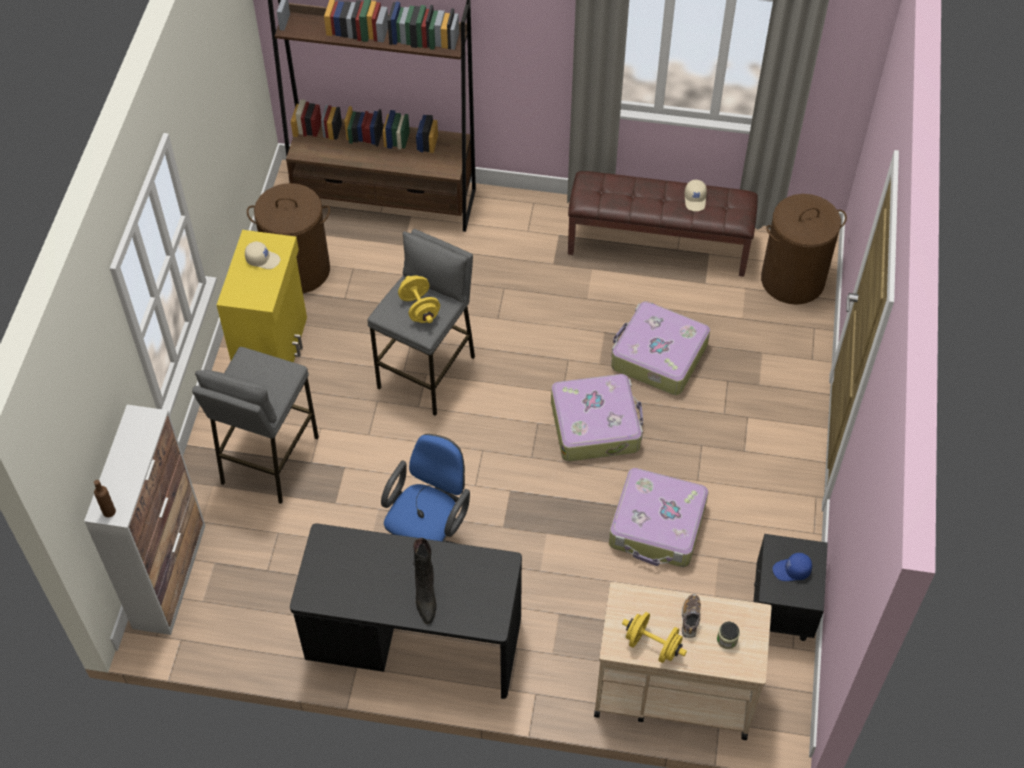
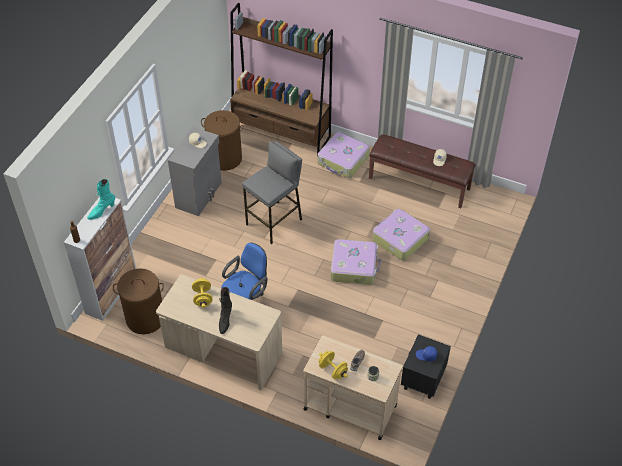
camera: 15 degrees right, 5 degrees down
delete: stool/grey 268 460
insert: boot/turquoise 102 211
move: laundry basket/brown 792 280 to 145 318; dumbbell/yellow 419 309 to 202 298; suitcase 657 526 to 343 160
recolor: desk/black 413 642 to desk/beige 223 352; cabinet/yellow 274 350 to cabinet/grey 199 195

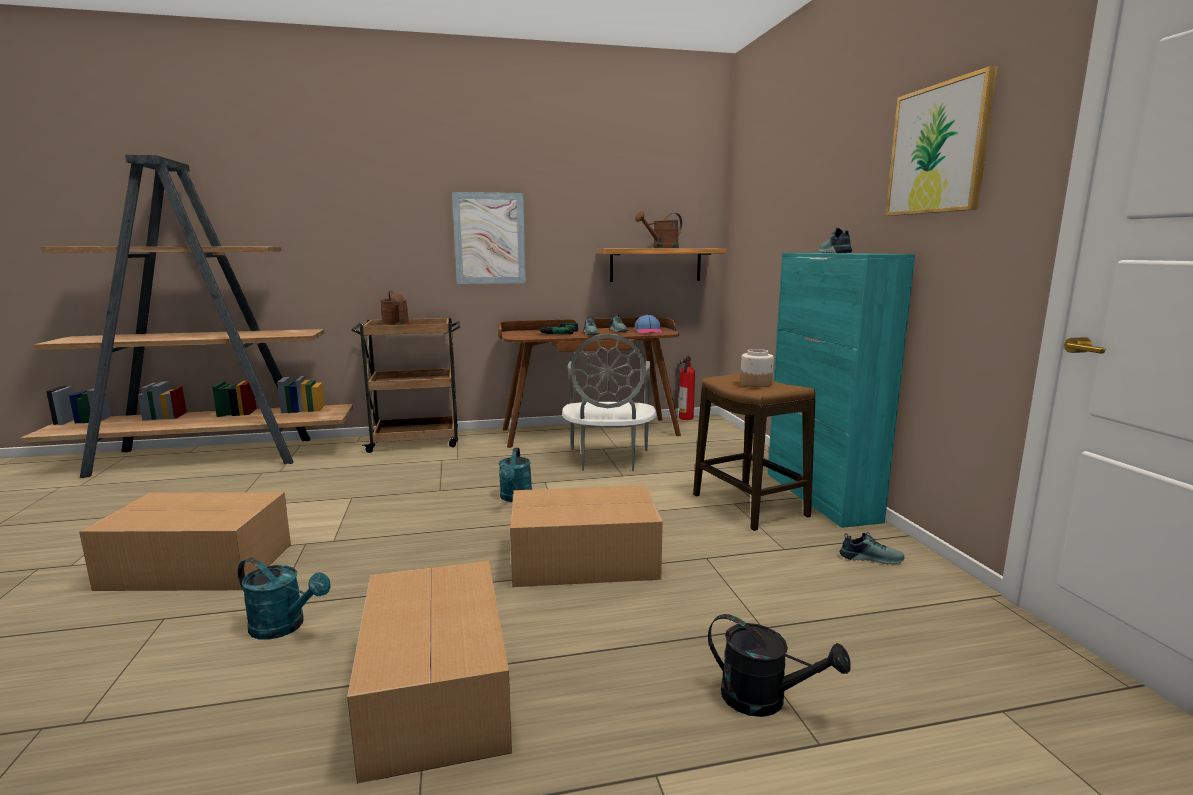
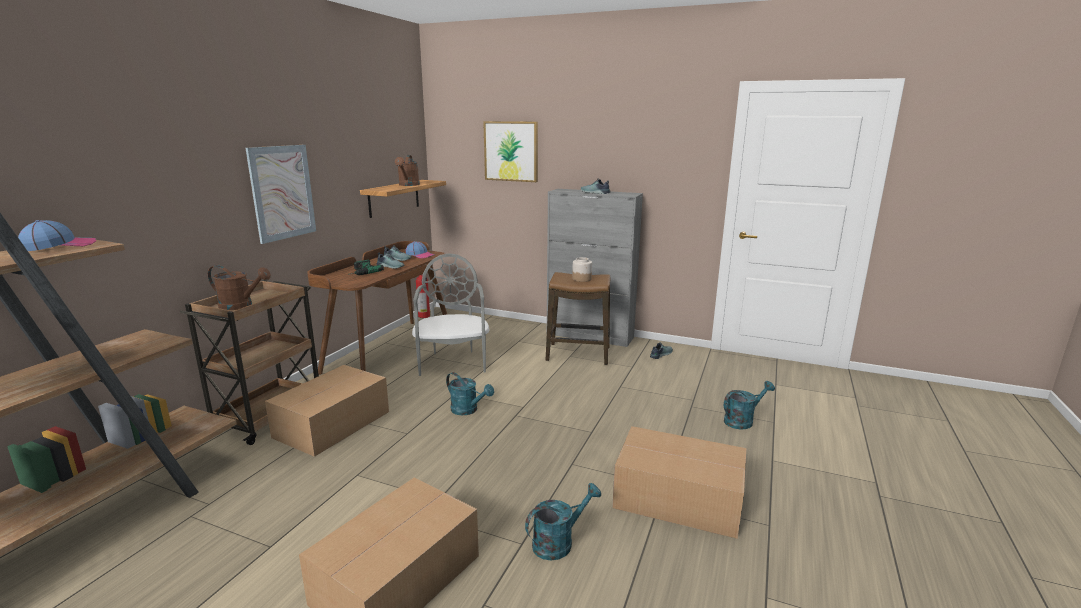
camera: 55 degrees left, 5 degrees up
insert: cap 60 245
move: cardboard box 581 559 to 330 425; picture 938 149 to 511 151
recolor: cabinet/turquoise 820 496 to cabinet/grey 590 336; watering can/black 765 699 to watering can/turquoise 742 420
rotate: chair/grey 608 460 = 453 362 135 degrees counterclockwise

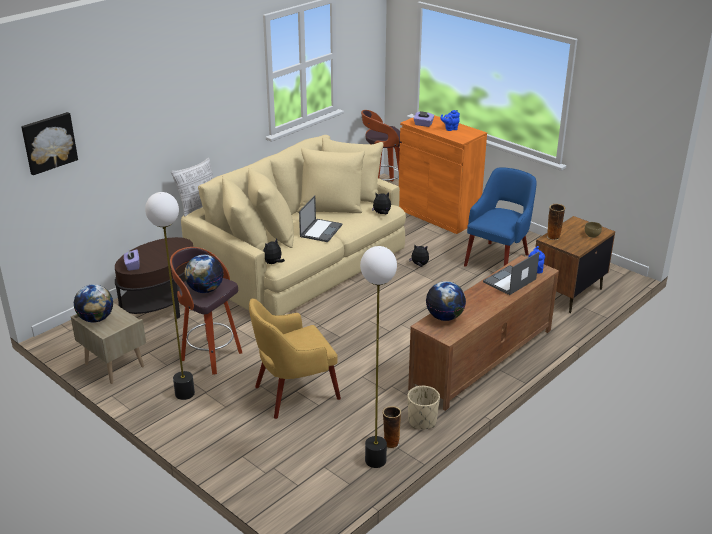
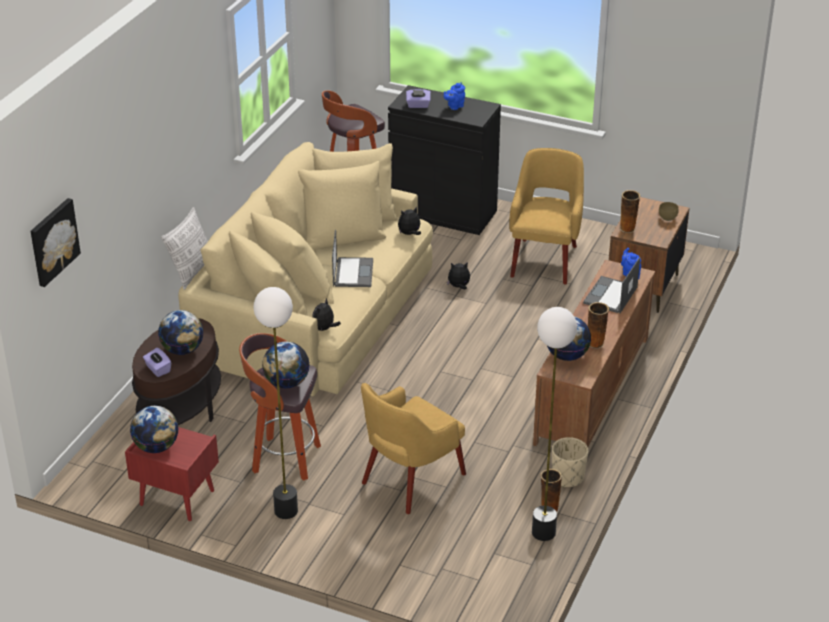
camera: 20 degrees left, 5 degrees up
insert: globe 182 350; vase 596 344
recolor: nightstand/beige 113 365 to nightstand/red 176 498; cabinet/orange 438 215 to cabinet/black 443 212; armchair/blue 498 259 to armchair/yellow 545 259

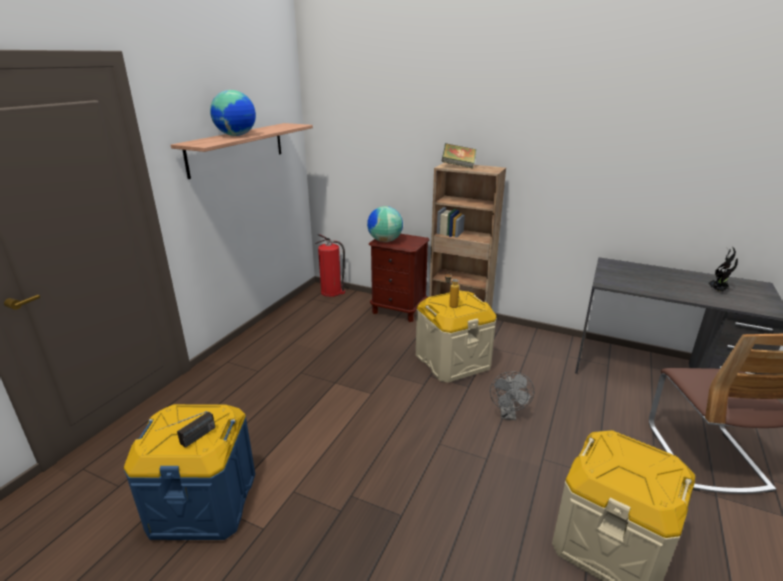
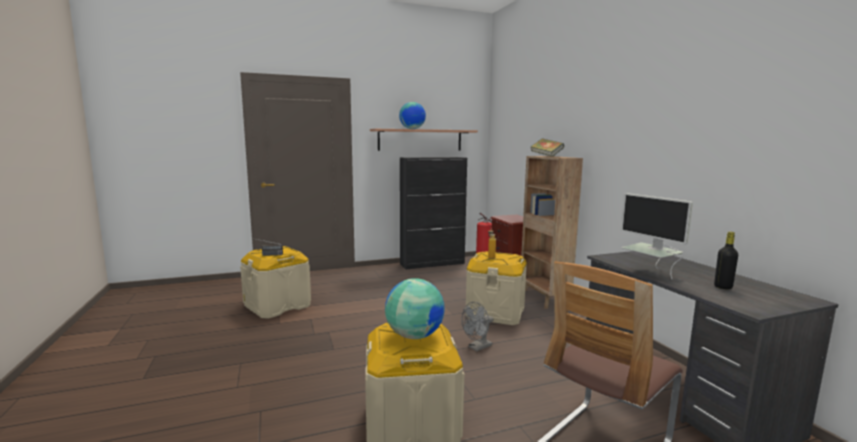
camera: 45 degrees right, 15 degrees down
insert: cabinet/black 432 263; monitor 650 273
move: globe 384 241 to 414 335
replace: potted plant 718 291 to bottle/black 723 287
recolor: storage box/blue 203 502 to storage box/beige 277 306

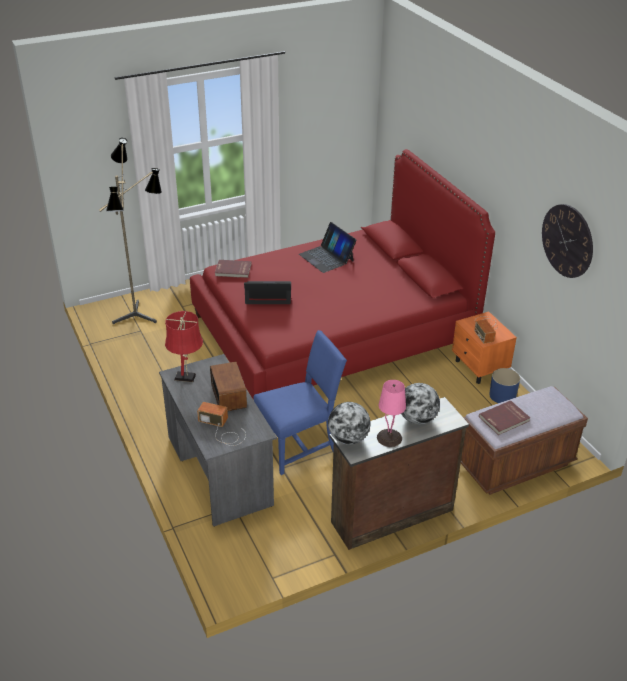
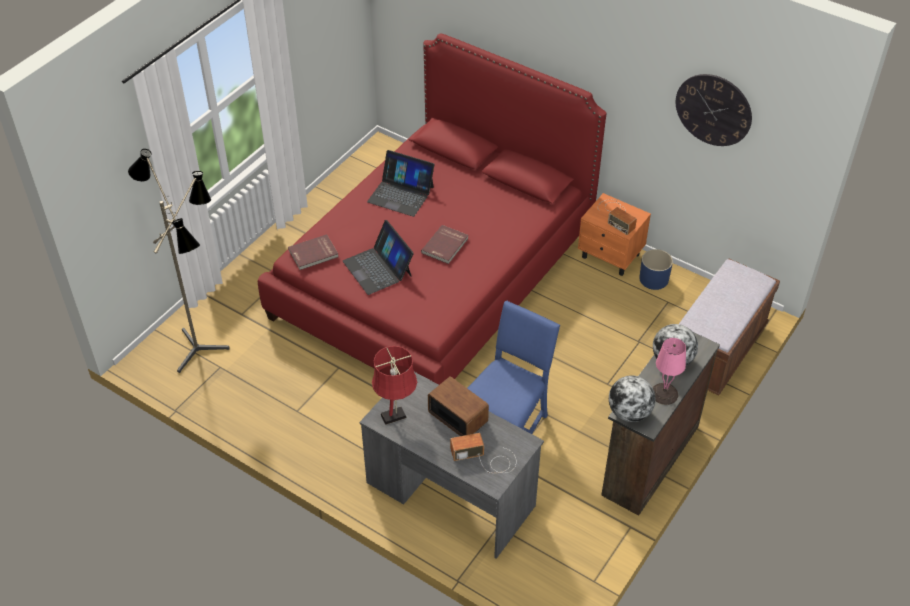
camera: 30 degrees left, 10 degrees up
move: book/red 504 419 to 445 246
rotate: laptop 268 293 = 378 268 90 degrees counterclockwise

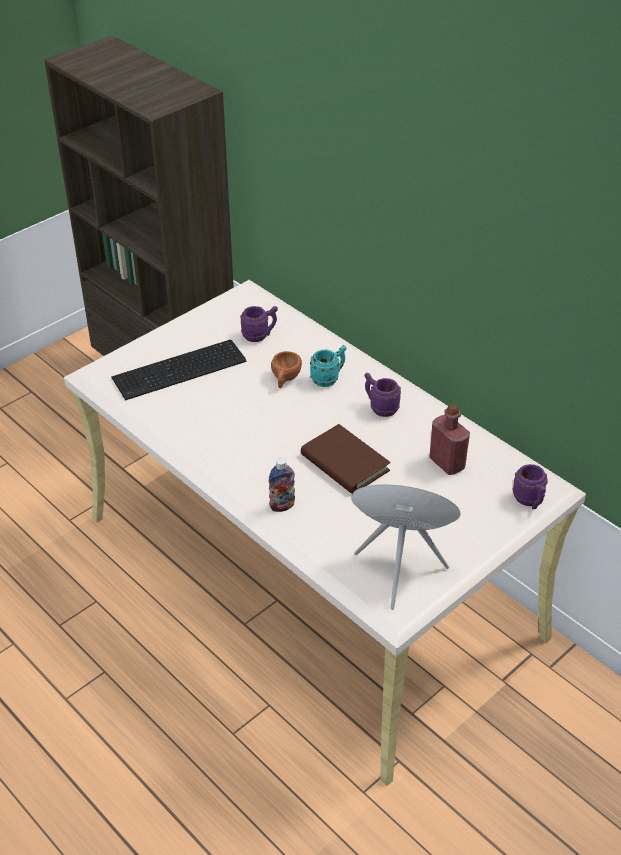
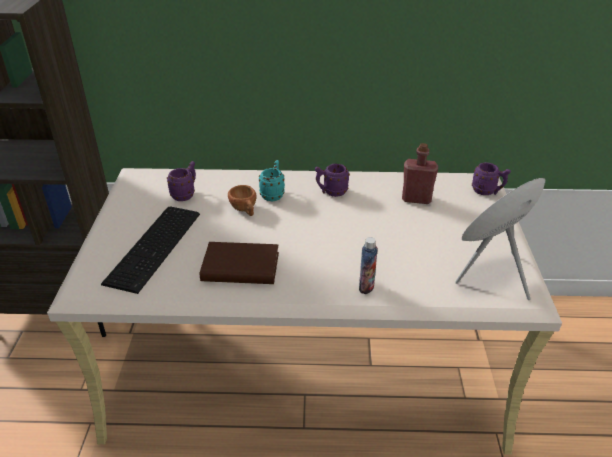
camera: 45 degrees left, 5 degrees down
move: book/brown 344 463 to 240 267

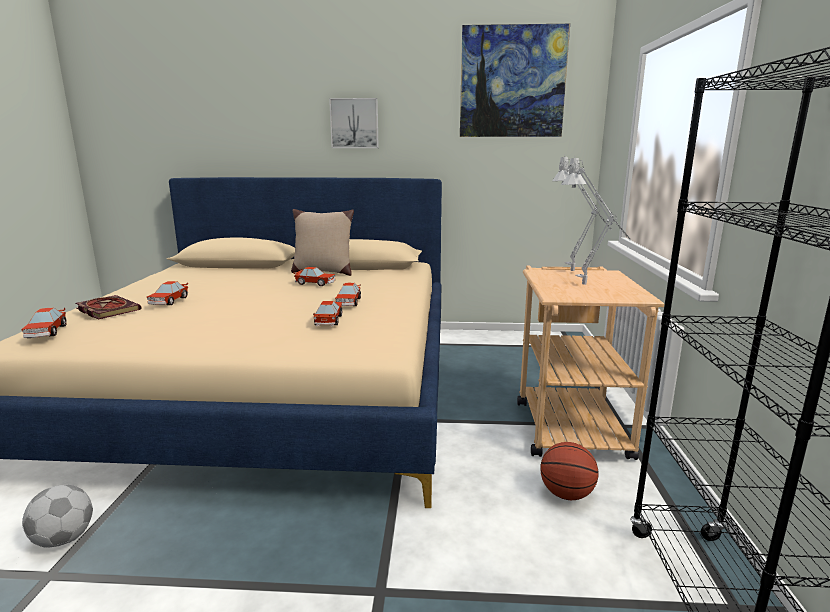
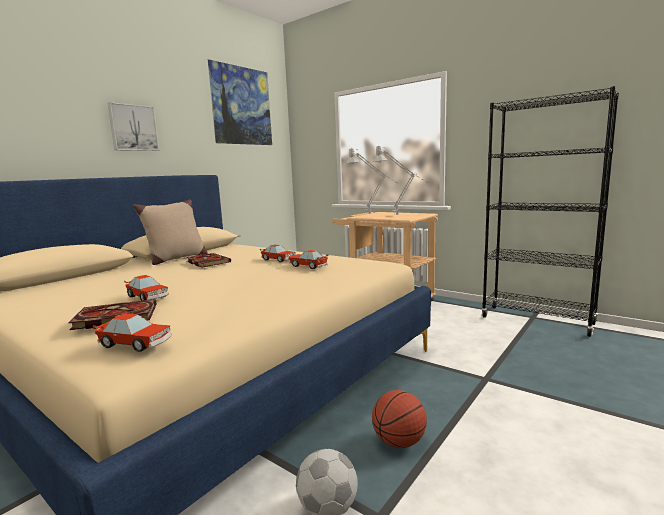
camera: 55 degrees left, 5 degrees down
move: basketball 566 494 to 399 442
replace: toy car 315 283 to book 207 262

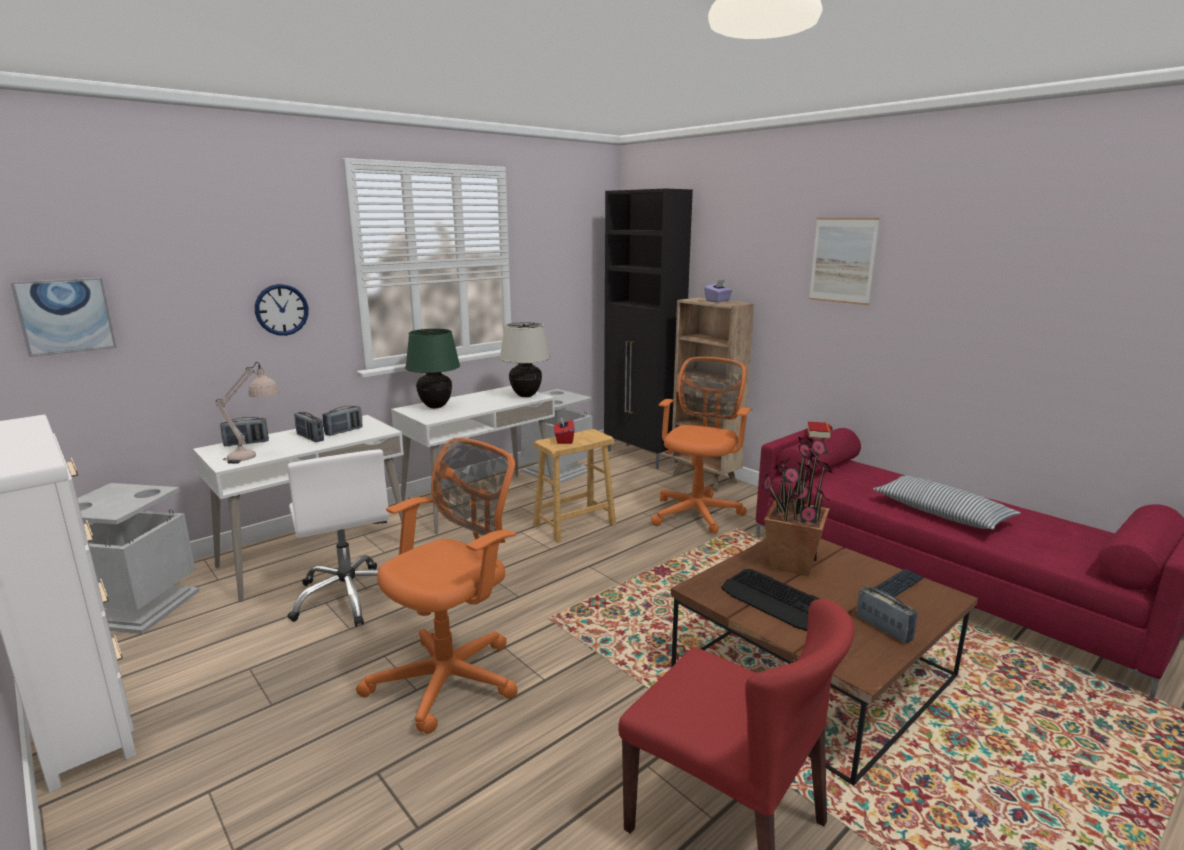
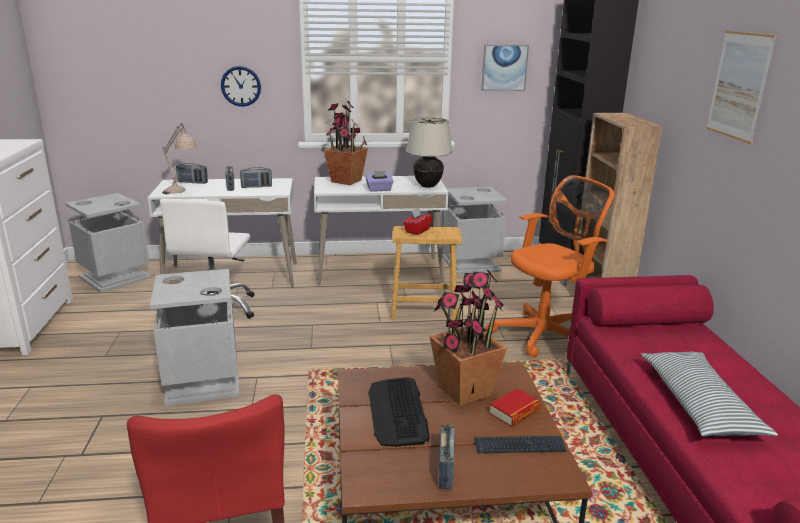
camera: 35 degrees right, 5 degrees up
move: tissue box/purple 718 301 to 379 189; picture 65 316 to 504 67; book 818 434 to 514 412
replace: office chair/orange 452 677 to trash can/grey 203 382; table lamp/green 435 406 to potted plant 346 181

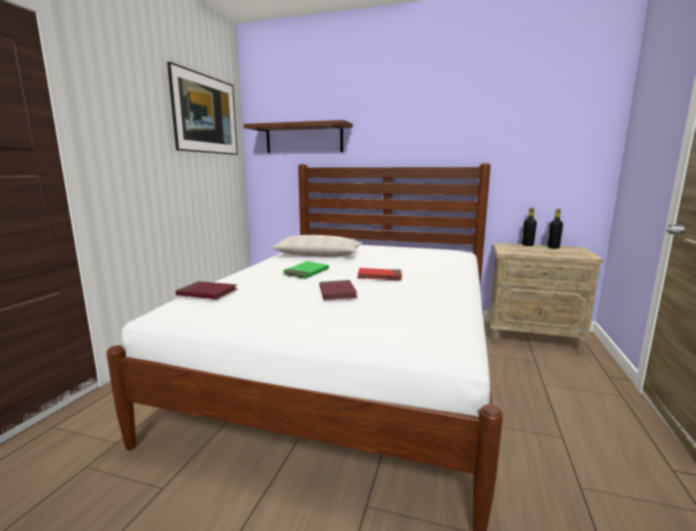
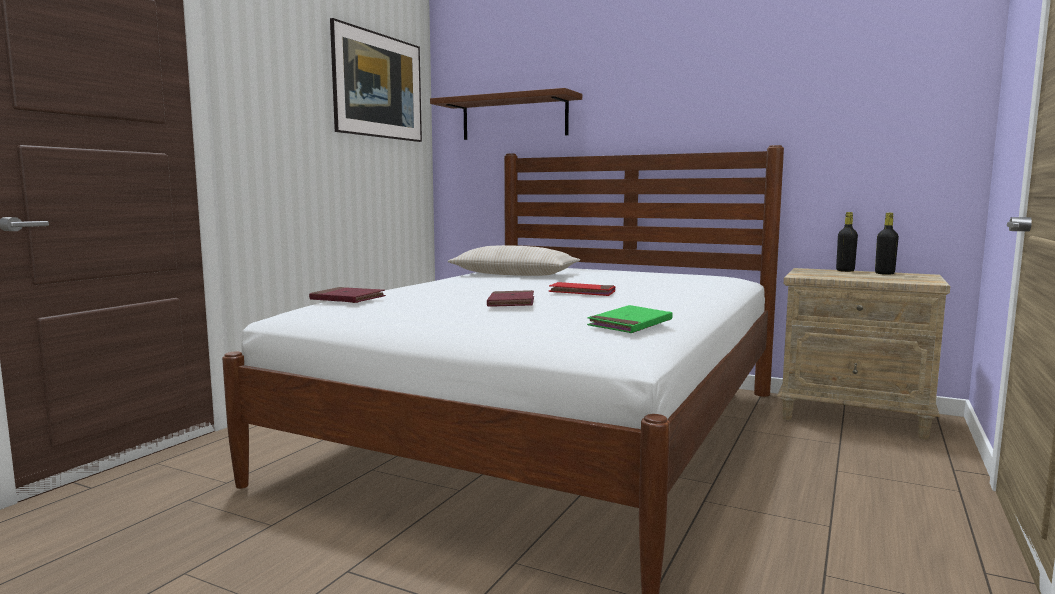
camera: 10 degrees right, 5 degrees down
move: book/green 306 272 to 630 324

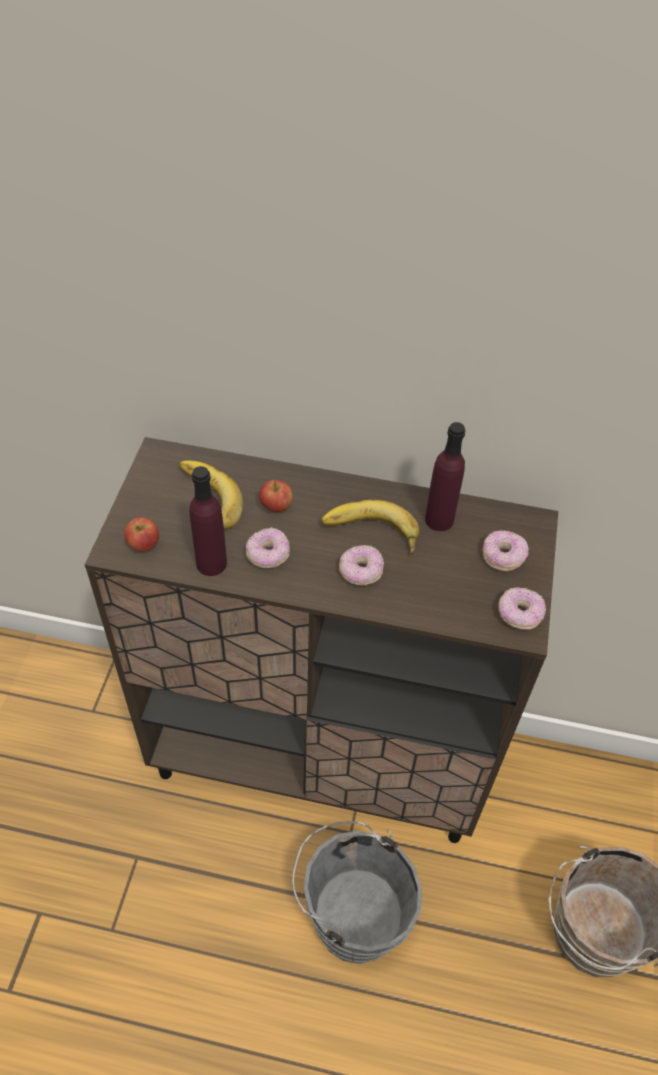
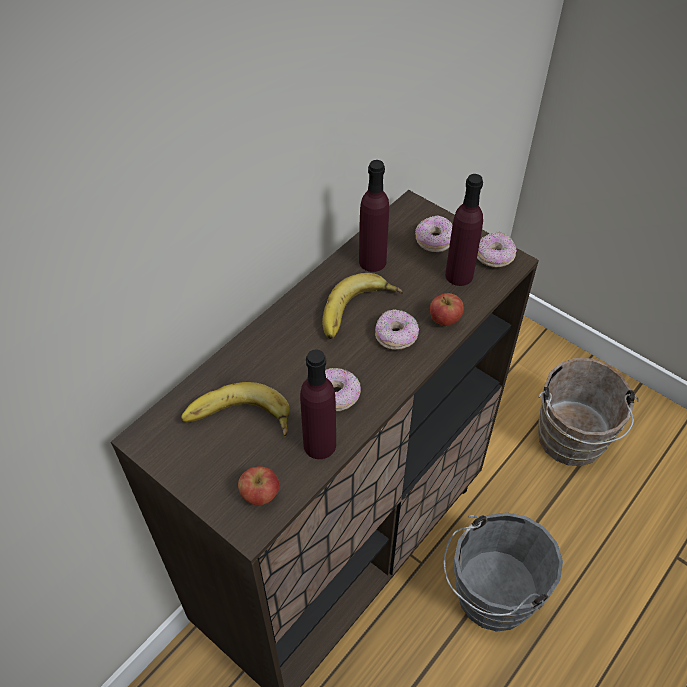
camera: 60 degrees left, 0 degrees up
insert: bottle/purple 459 275
move: apple 276 506 to 445 320

